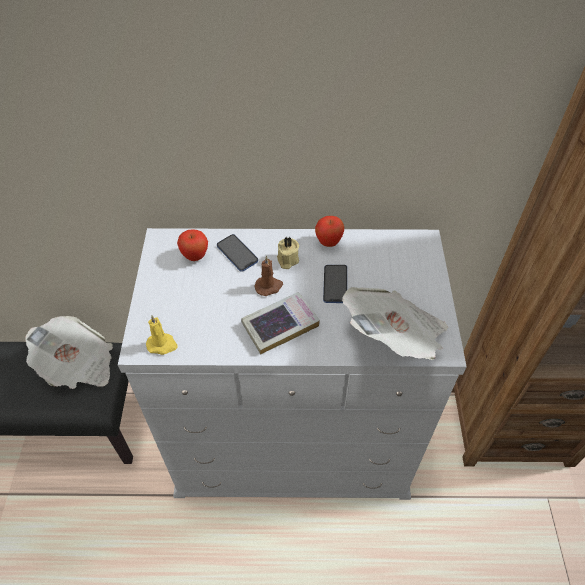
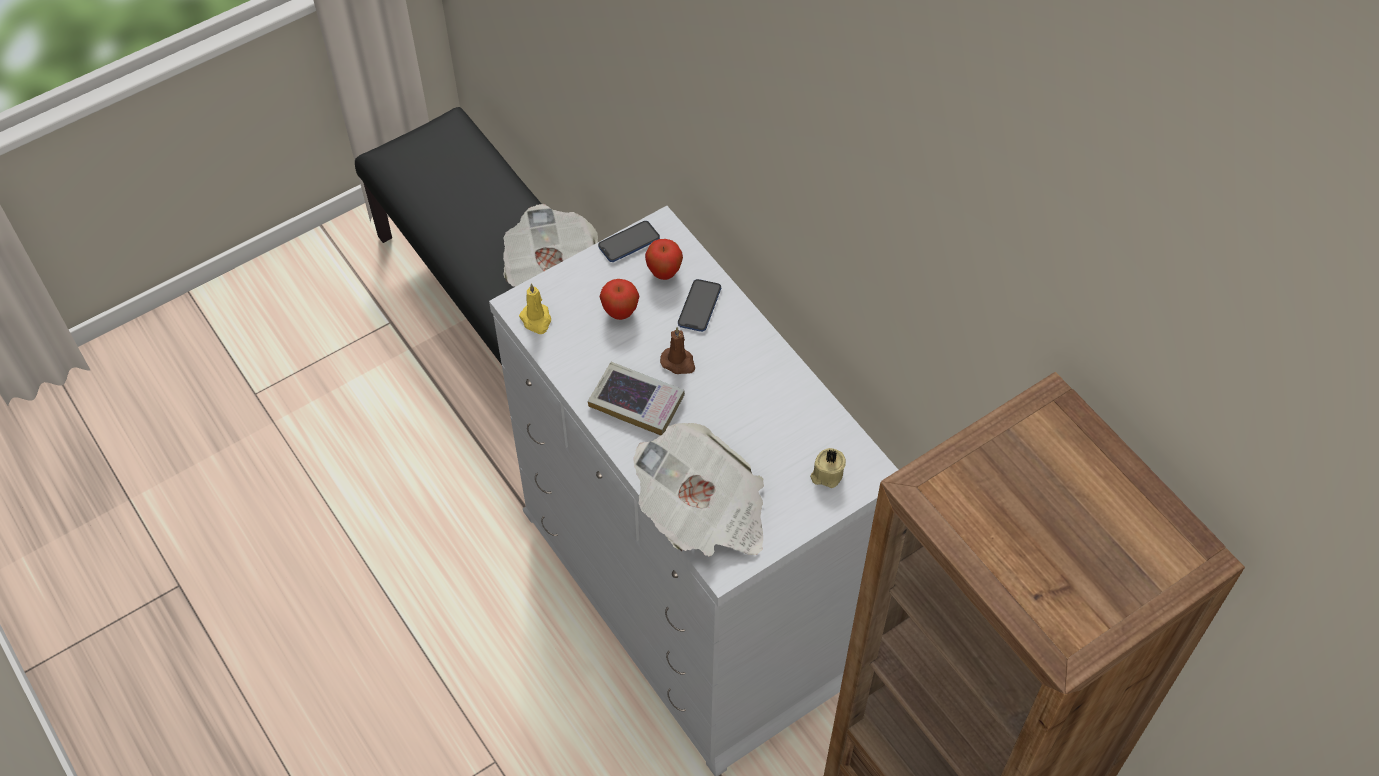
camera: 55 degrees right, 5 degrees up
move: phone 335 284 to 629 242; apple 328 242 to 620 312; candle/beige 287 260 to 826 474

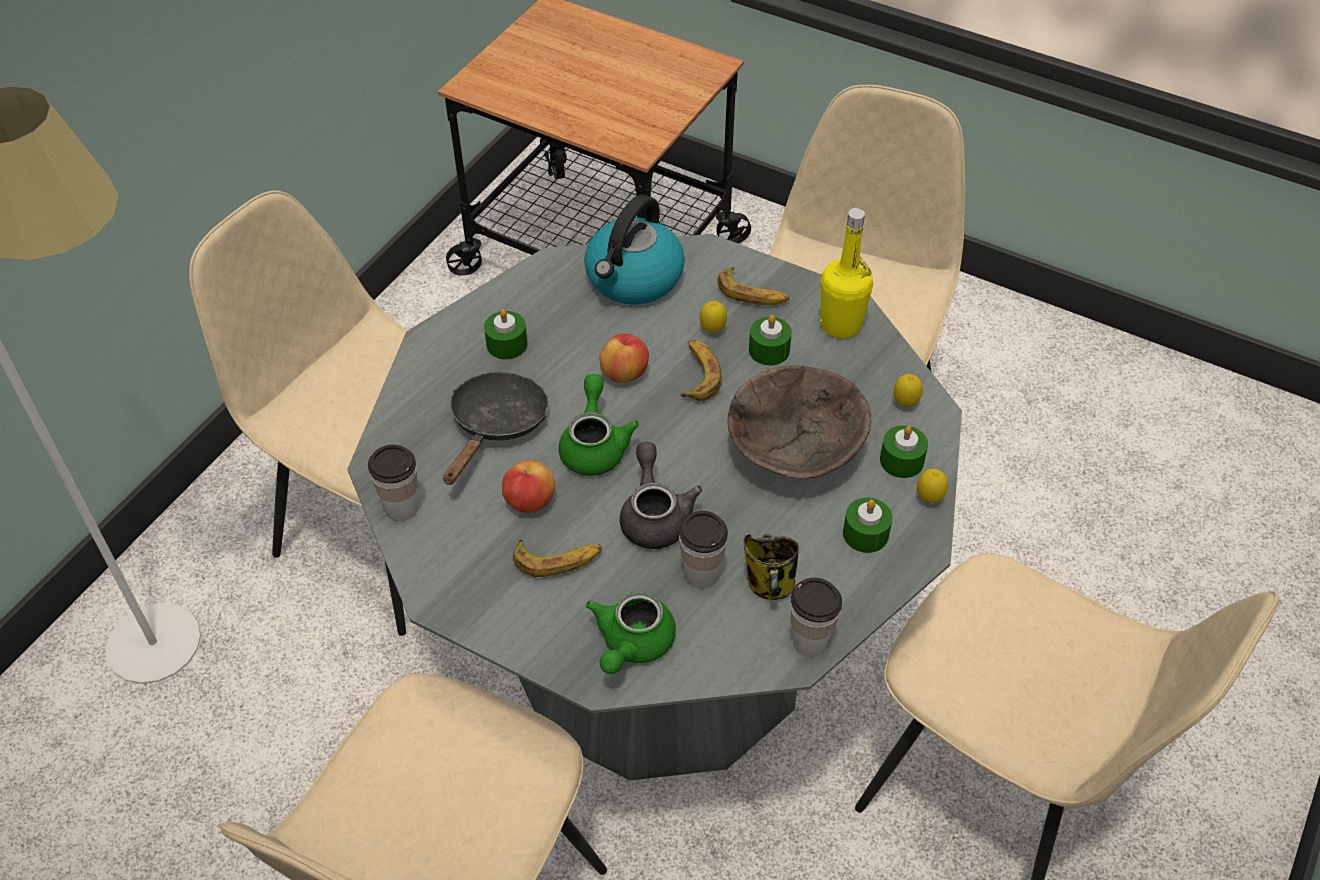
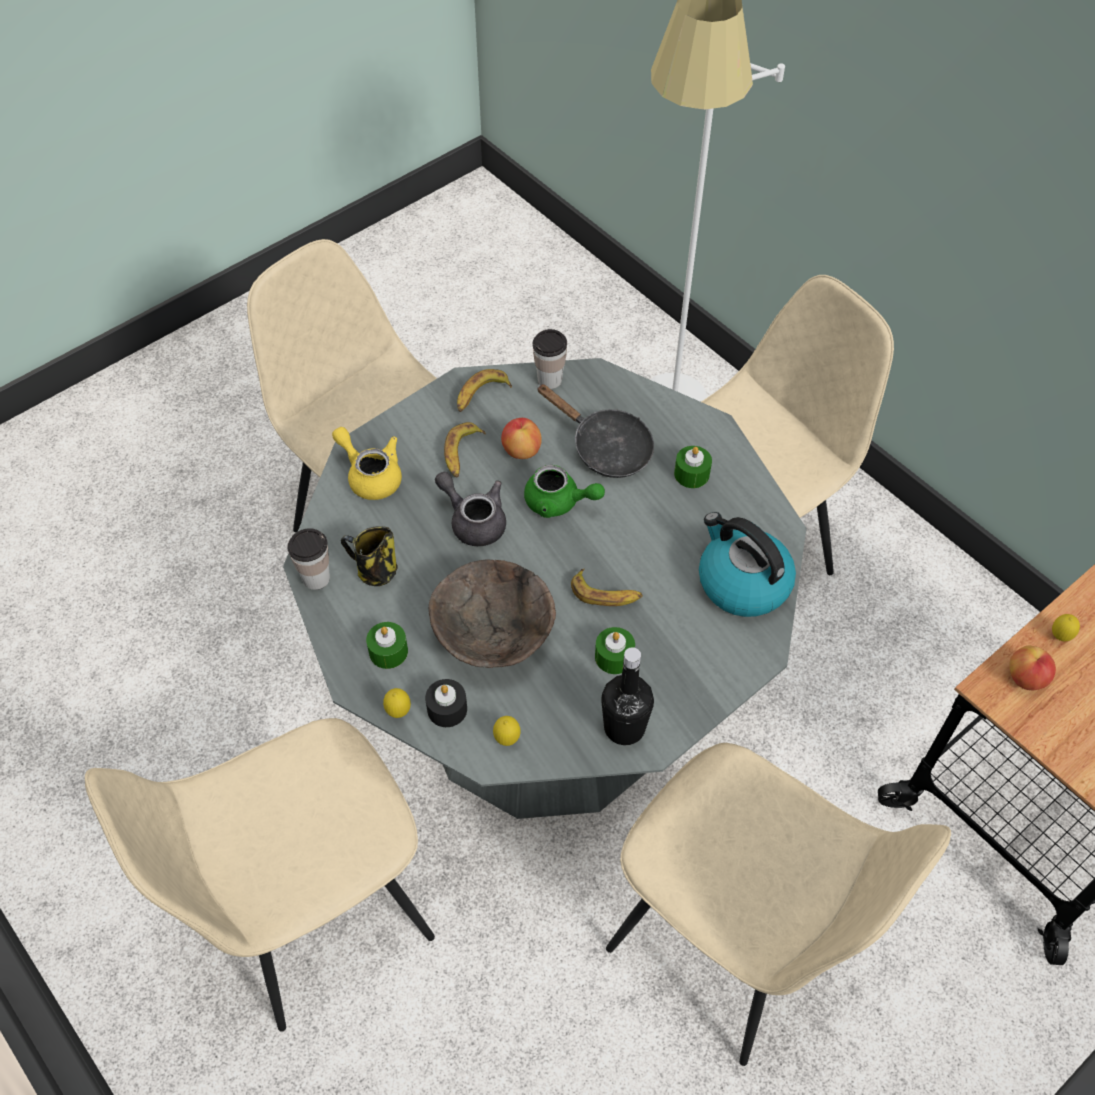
camera: 110 degrees right, 5 degrees up
delete: cup 701 574
move: banana 752 294 to 481 395; apple 624 373 to 1025 678; lemon 712 331 to 1059 637
recolor: teapot/green 631 645 to teapot/yellow 371 475; candle/green 901 460 to candle/black 447 709; bottle/yellow 840 324 to bottle/black 624 727
rotate: teapot/grey 654 515 = 473 520 150 degrees counterclockwise

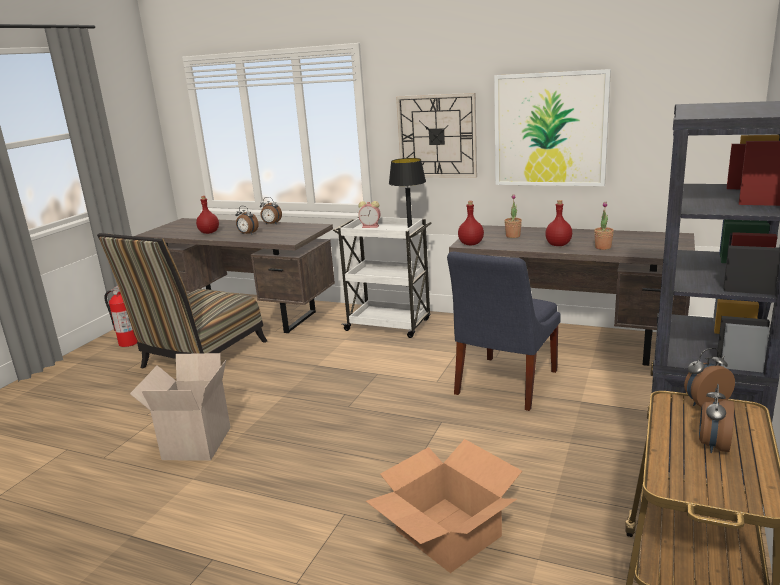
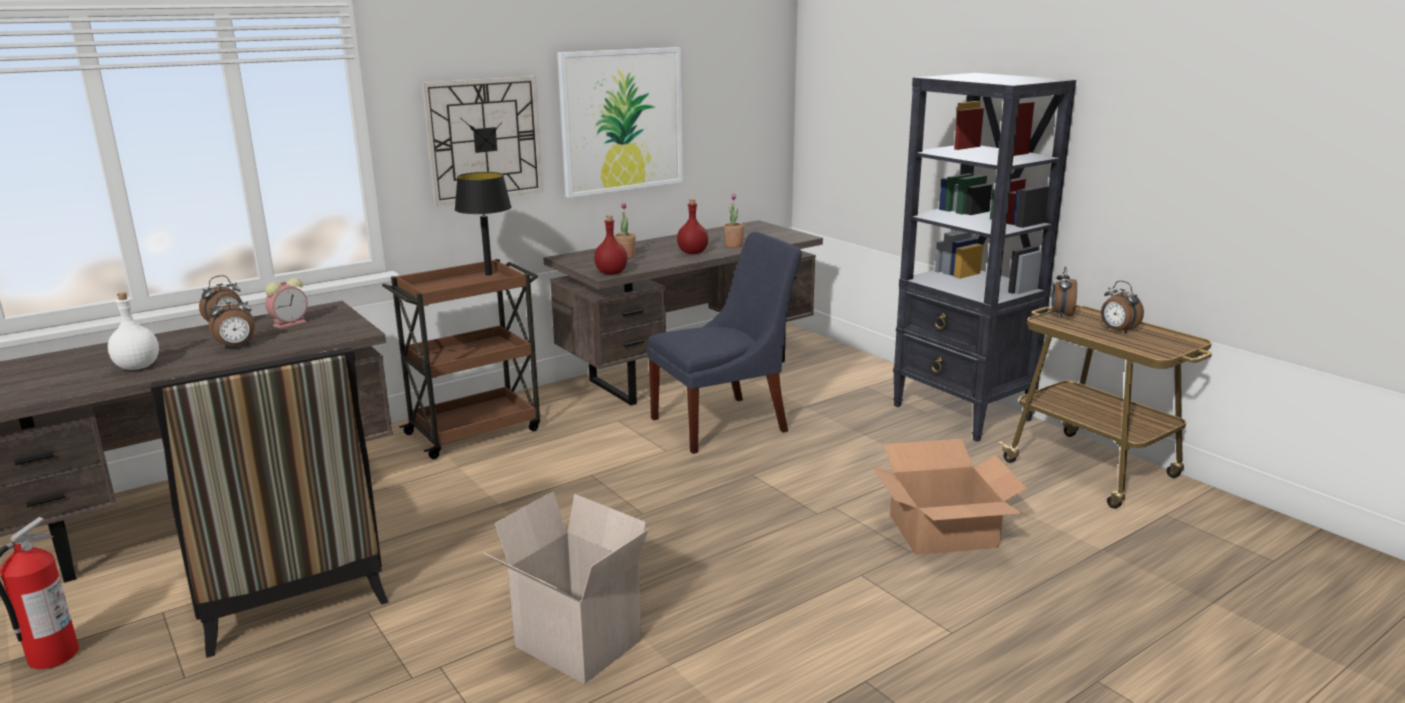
camera: 60 degrees left, 0 degrees up
move: alarm clock 371 226 to 290 323
recolor: bottle/red 209 232 to bottle/white 138 367; cart/white 389 325 to cart/brown 475 431
rotate: chair/blue 504 384 = 724 423 90 degrees counterclockwise

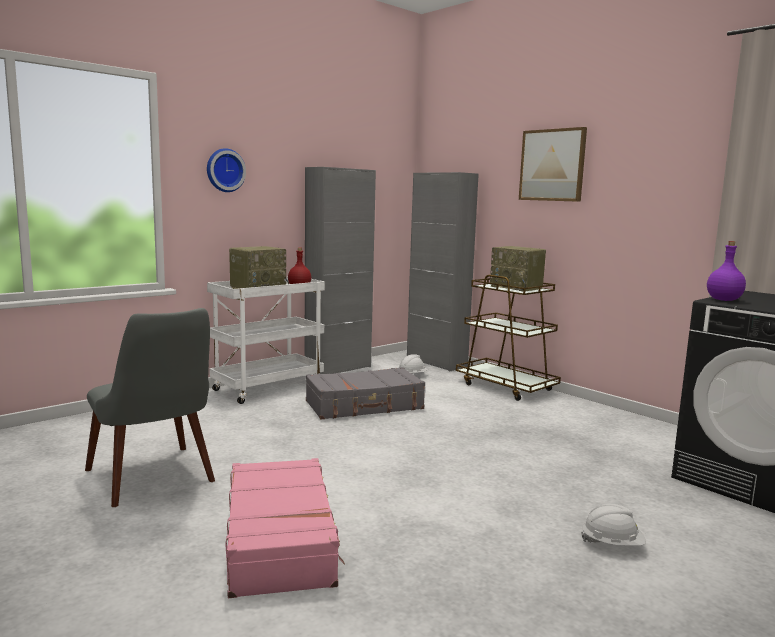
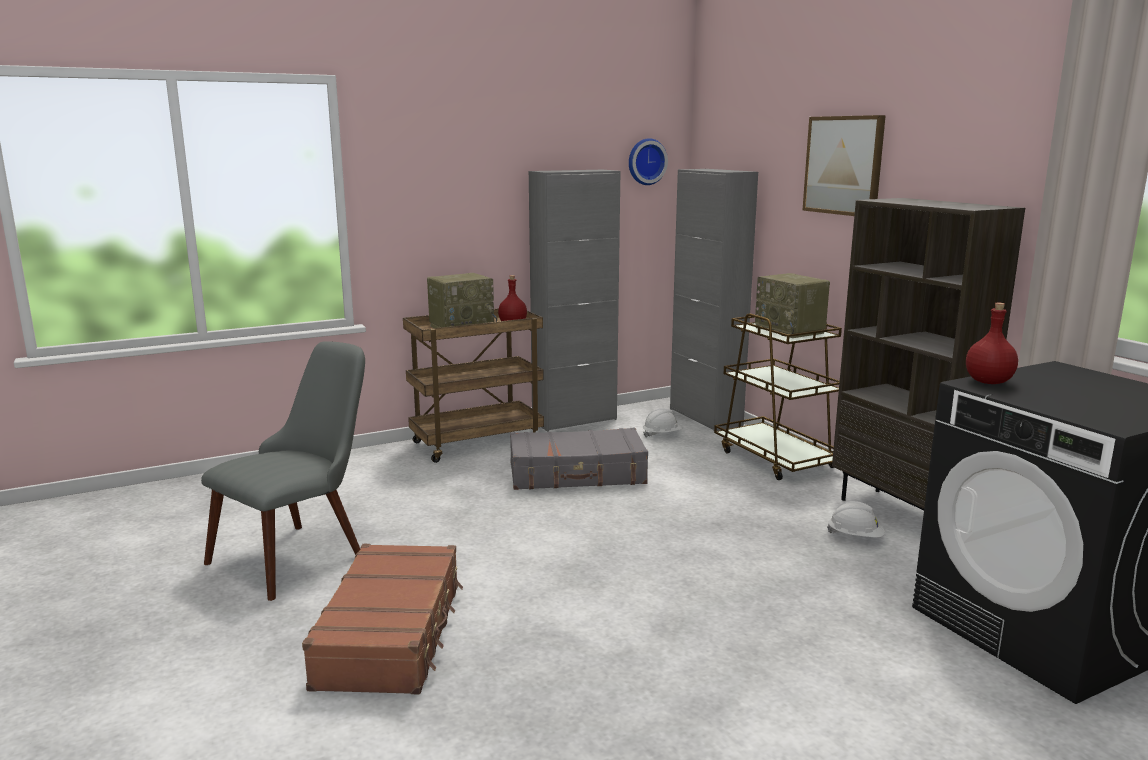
camera: 15 degrees right, 5 degrees up
insert: bookcase/brown 901 514
move: wall clock 224 170 to 646 161; hard hat/white 612 544 to 855 537
recolor: suitcase/pink 281 540 to suitcase/brown 392 634; cart/white 268 388 to cart/brown 477 442; bottle/purple 724 300 to bottle/red 989 382
rotate: chair/grey 157 481 = 301 552 120 degrees counterclockwise

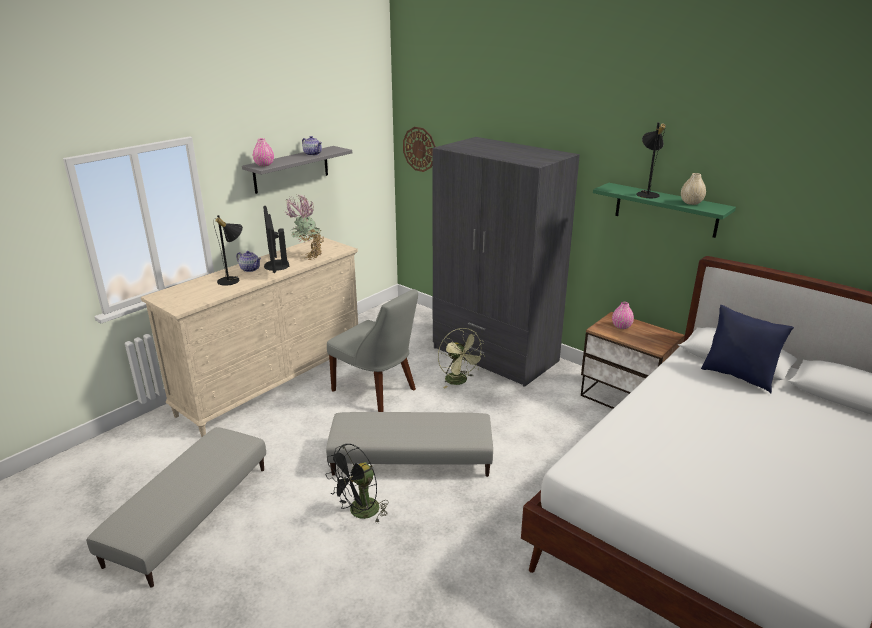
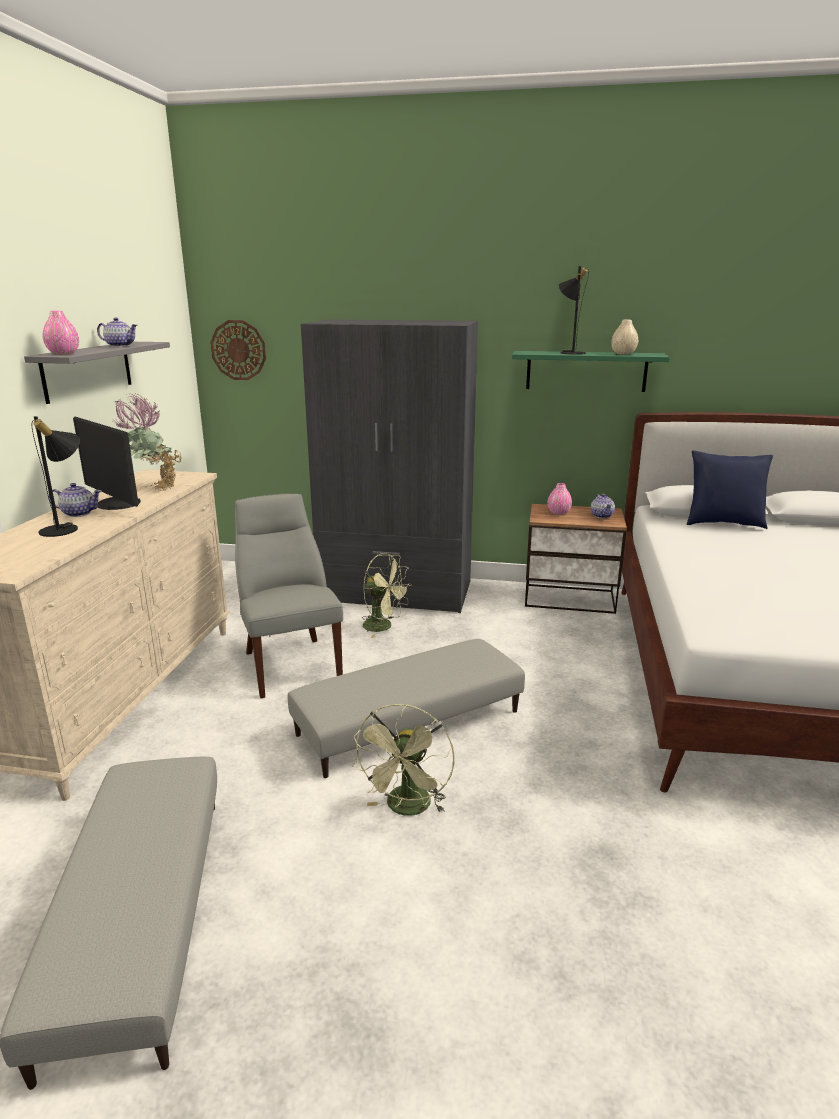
camera: 30 degrees left, 5 degrees down
insert: teapot 602 516
recolor: fan/black 359 513 to fan/green 407 809
rotate: chair/grey 377 391 = 290 663 120 degrees counterclockwise

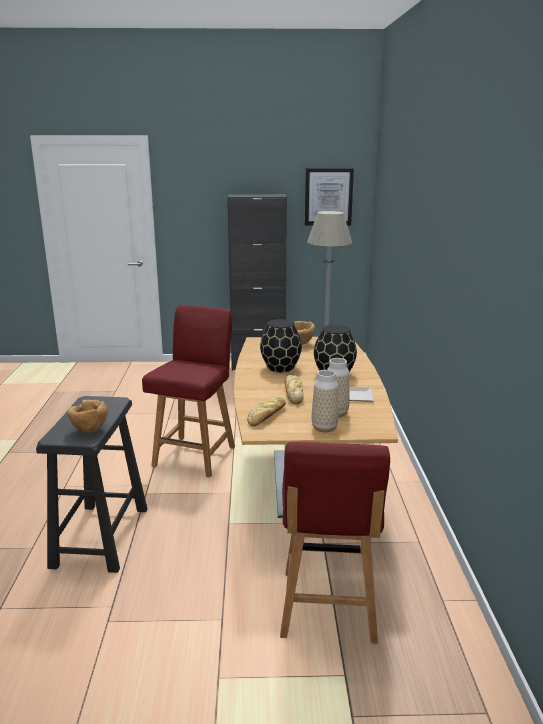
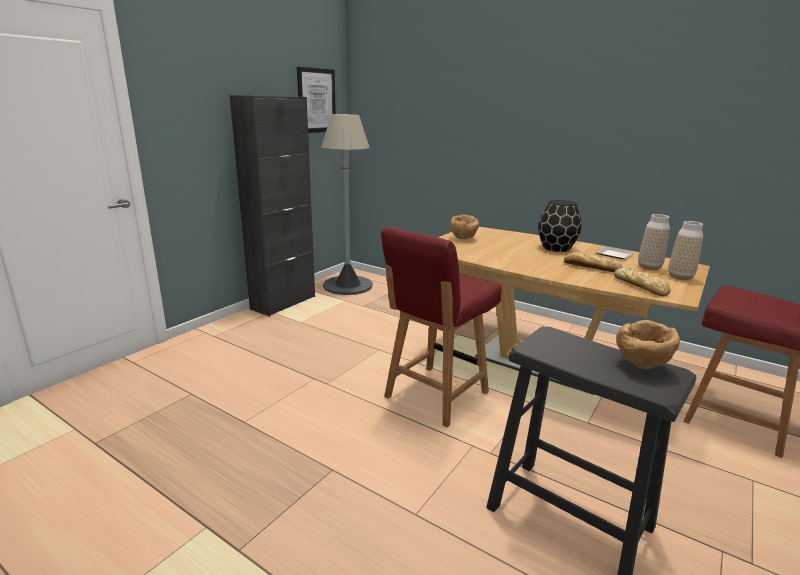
camera: 55 degrees left, 0 degrees up
delete: vase/black 280 367
rotate: chair/red 195 455 = 435 396 105 degrees counterclockwise

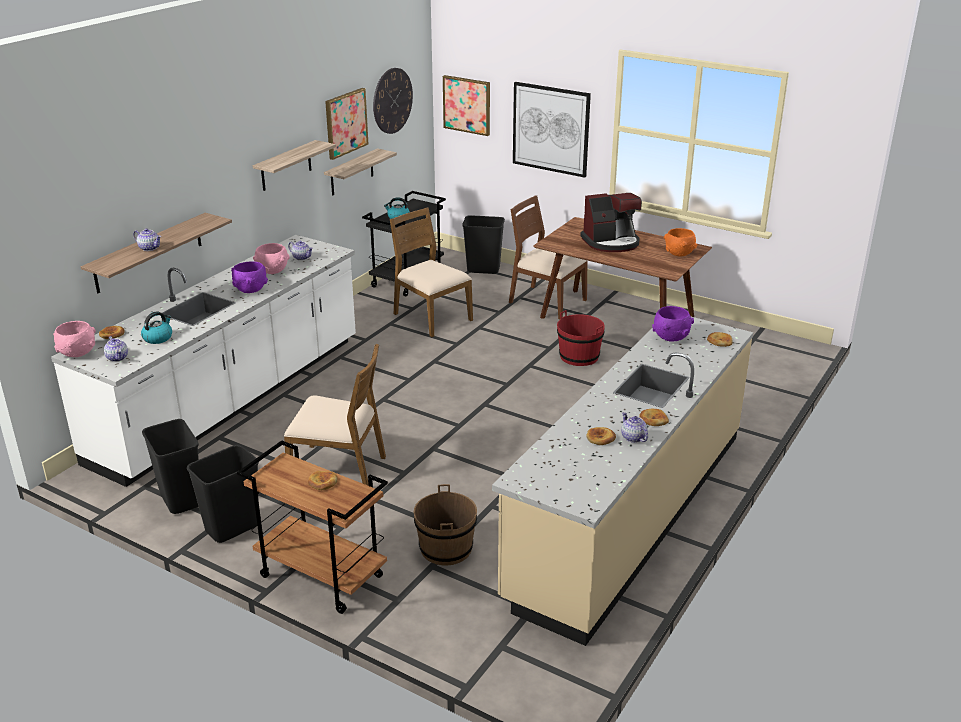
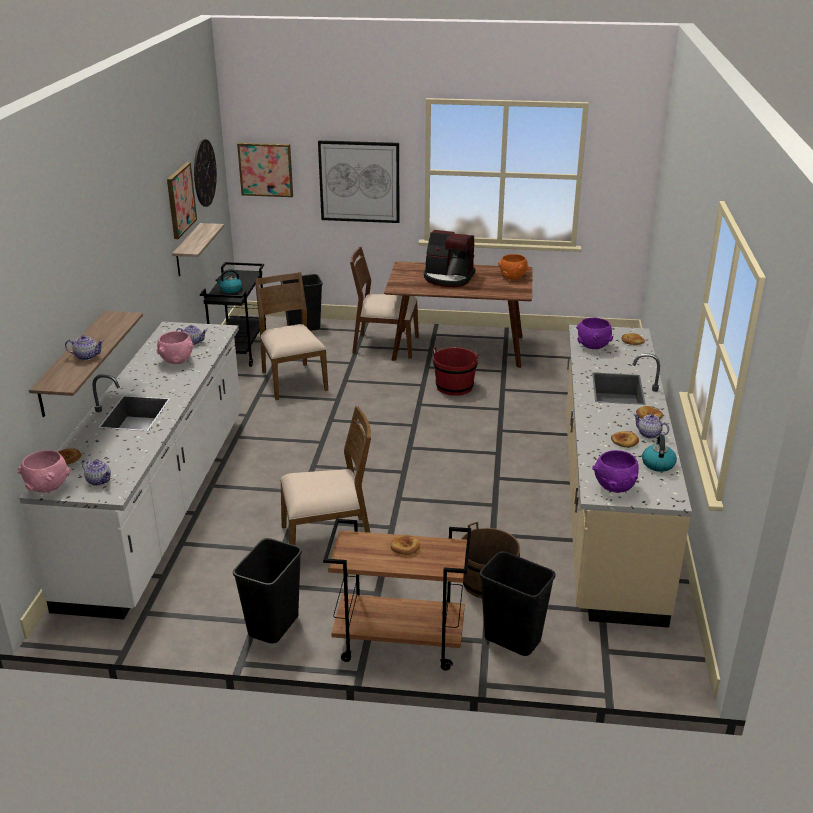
camera: 25 degrees left, 0 degrees up
delete: shelf 286 166
move: trash can/black 180 500 to 511 639; bowl/purple 250 290 to 614 487; kettle 158 338 to 657 464
rotate: chair/brown 431 317 = 292 380 45 degrees clockwise; coffee machine 611 242 = 448 278 60 degrees clockwise

